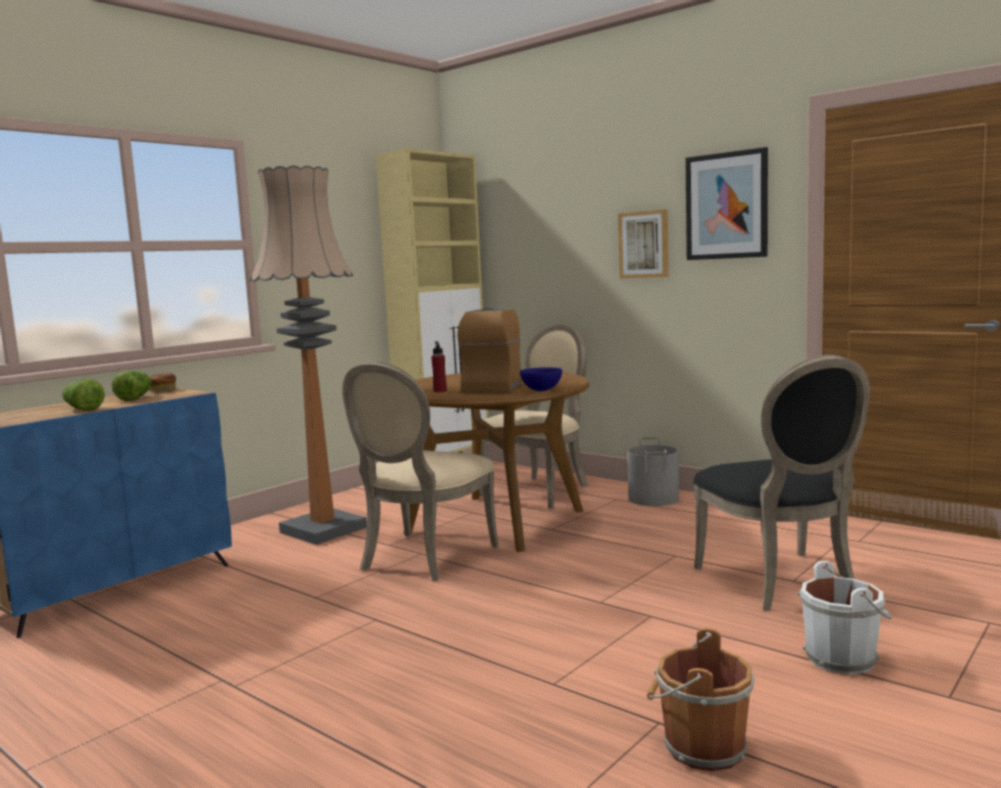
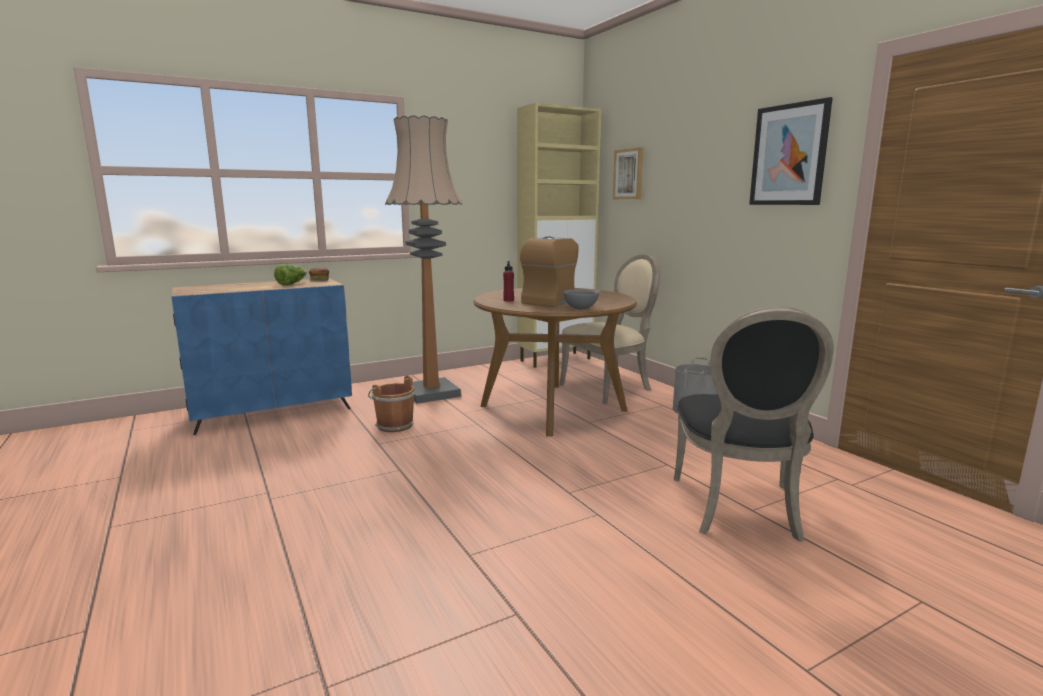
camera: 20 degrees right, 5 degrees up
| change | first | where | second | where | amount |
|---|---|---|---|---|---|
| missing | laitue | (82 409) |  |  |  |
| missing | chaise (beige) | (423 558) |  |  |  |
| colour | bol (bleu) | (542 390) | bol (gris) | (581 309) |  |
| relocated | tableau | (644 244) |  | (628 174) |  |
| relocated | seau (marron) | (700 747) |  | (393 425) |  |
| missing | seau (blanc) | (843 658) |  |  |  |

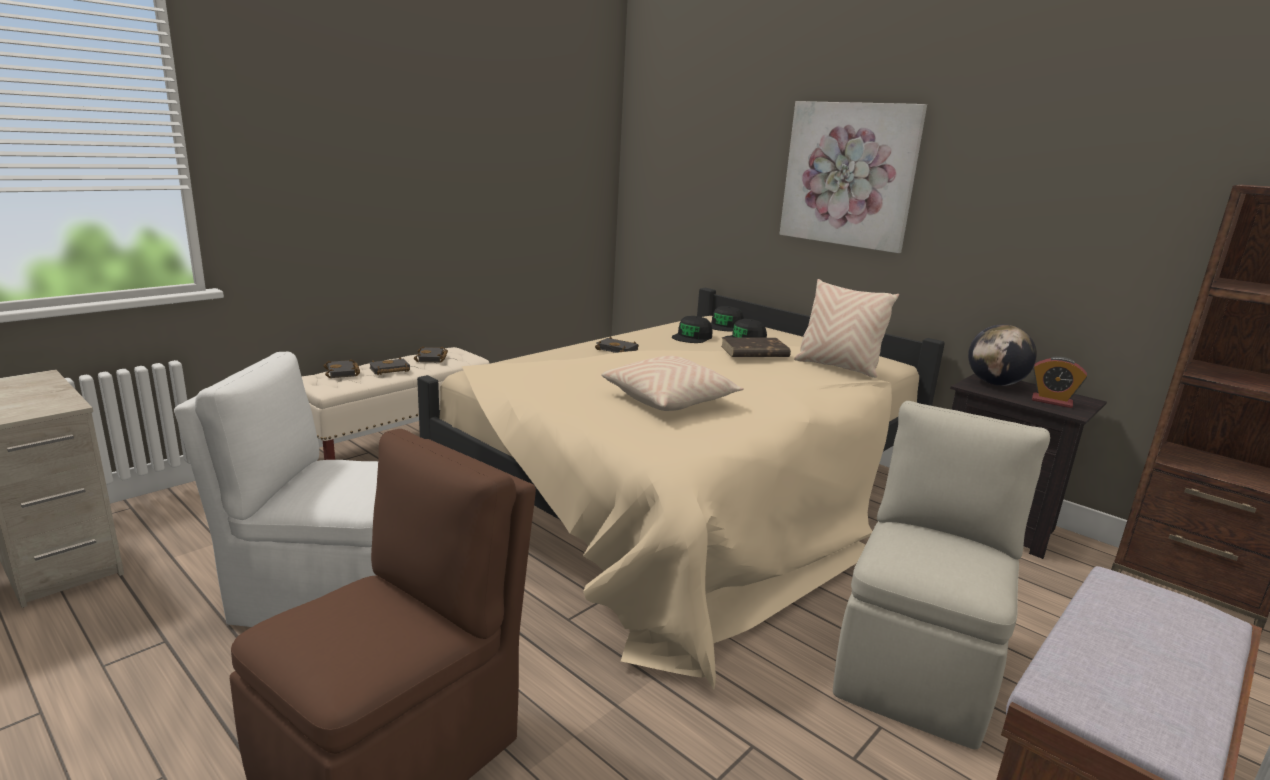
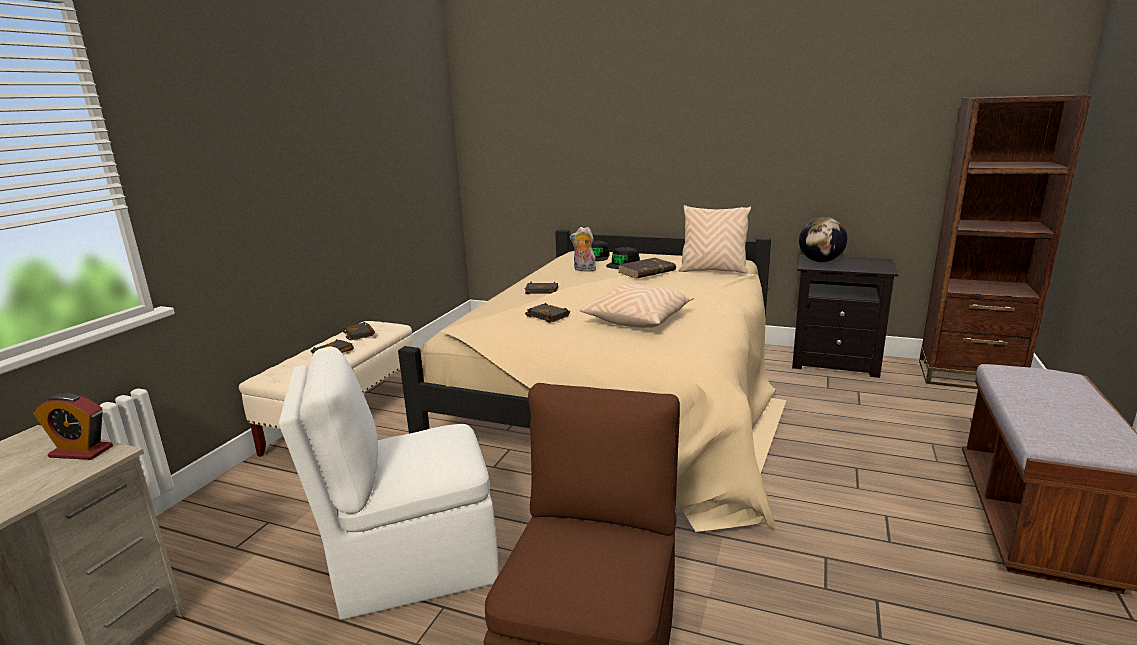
camera: 20 degrees left, 0 degrees up
| change | first | where | second | where | amount |
|---|---|---|---|---|---|
| relocated | livre (noir) | (343 372) |  | (549 316) |  |
| exchanged | casquette (noir) | (692 337) | peluche | (583 270) |  |
| missing | tableau | (848 175) |  |  |  |
| missing | chaise (beige) | (917 666) |  |  |  |
| relocated | réveil | (1051 401) |  | (81 452) |  |

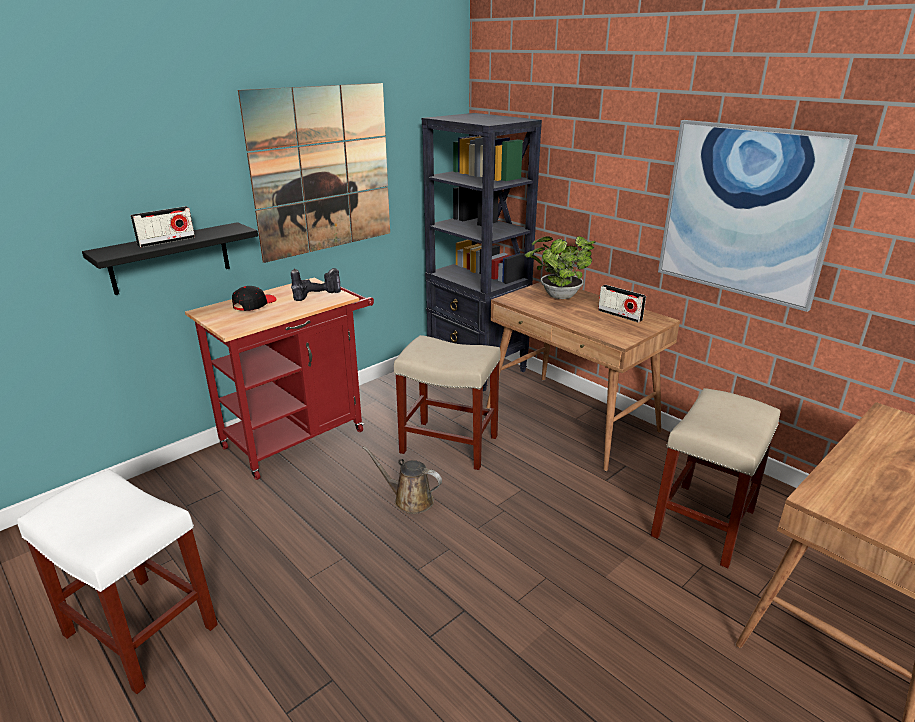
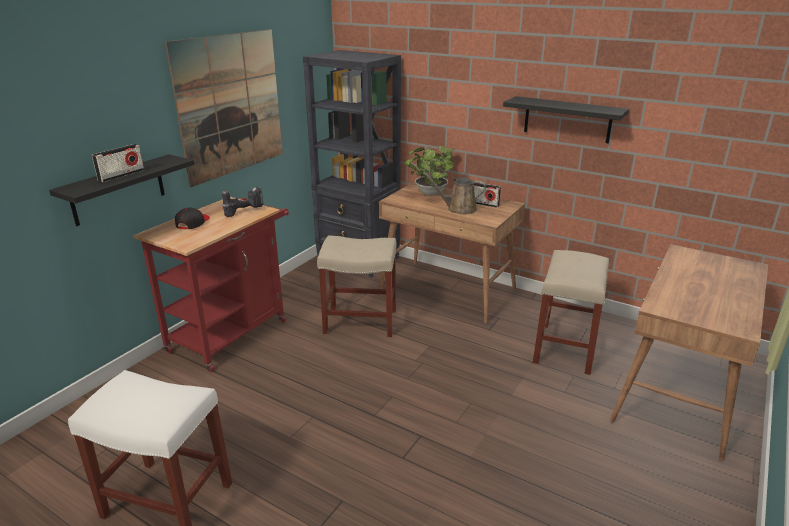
camera: 15 degrees left, 0 degrees up
| change | first | where | second | where | amount |
|---|---|---|---|---|---|
| relocated | arrosoir (marron) | (409 500) |  | (458 209) |  |
| exchanged | tableau | (745 212) | étagère (noir) | (567 119) |  |

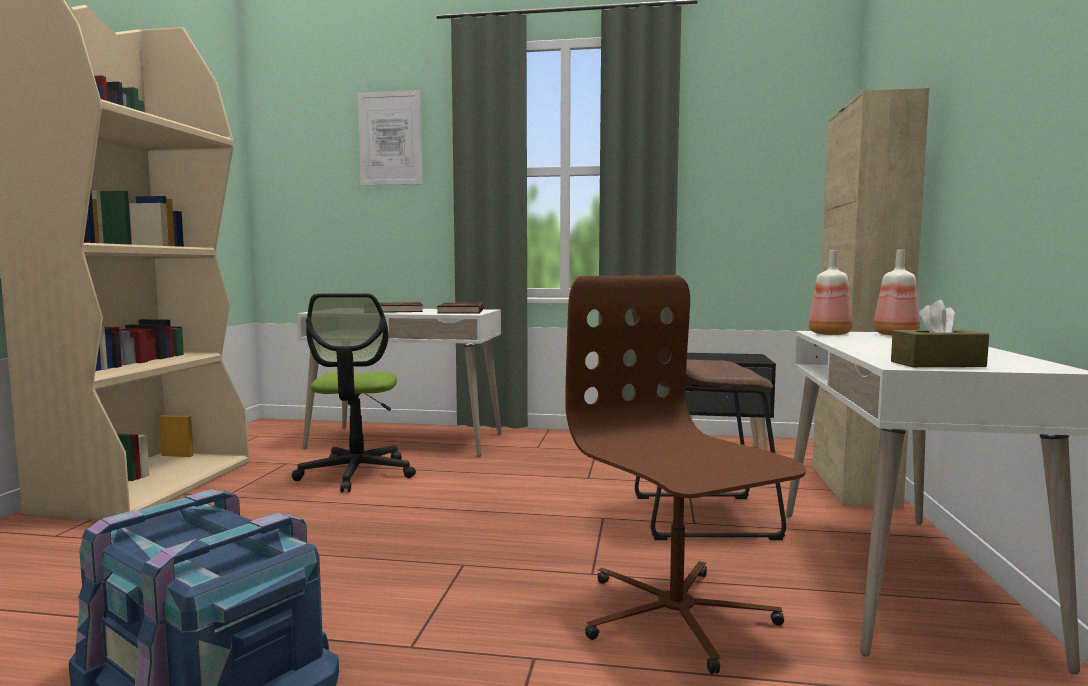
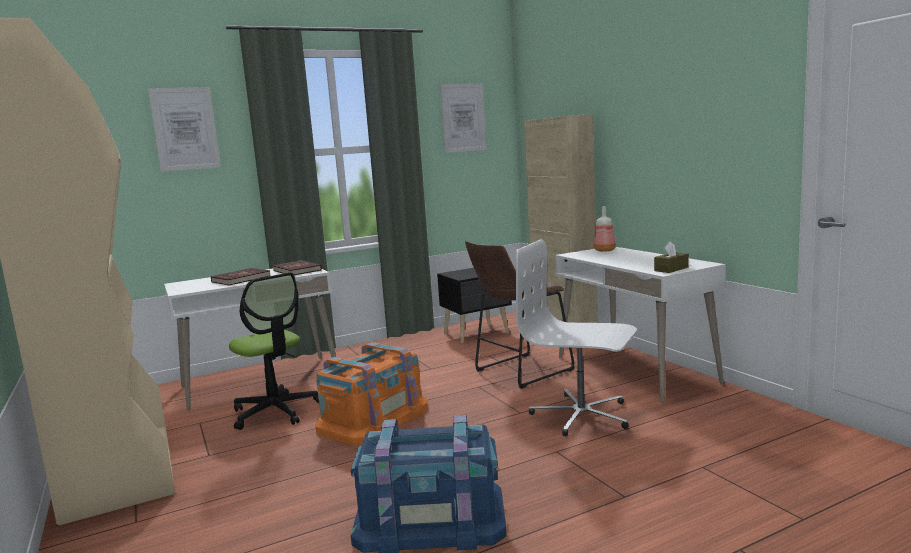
camera: 35 degrees left, 5 degrees up
| change | first | where | second | where | amount |
|---|---|---|---|---|---|
| colour | chaise de bureau (marron) | (675 616) | chaise de bureau (blanc) | (581 415) |  |
| missing | bouteille | (831 334) |  |  |  |
| appeared |  |  | boîte de rangement (orange) | (373 418) |  |
| appeared |  |  | tableau | (463 118) |  |

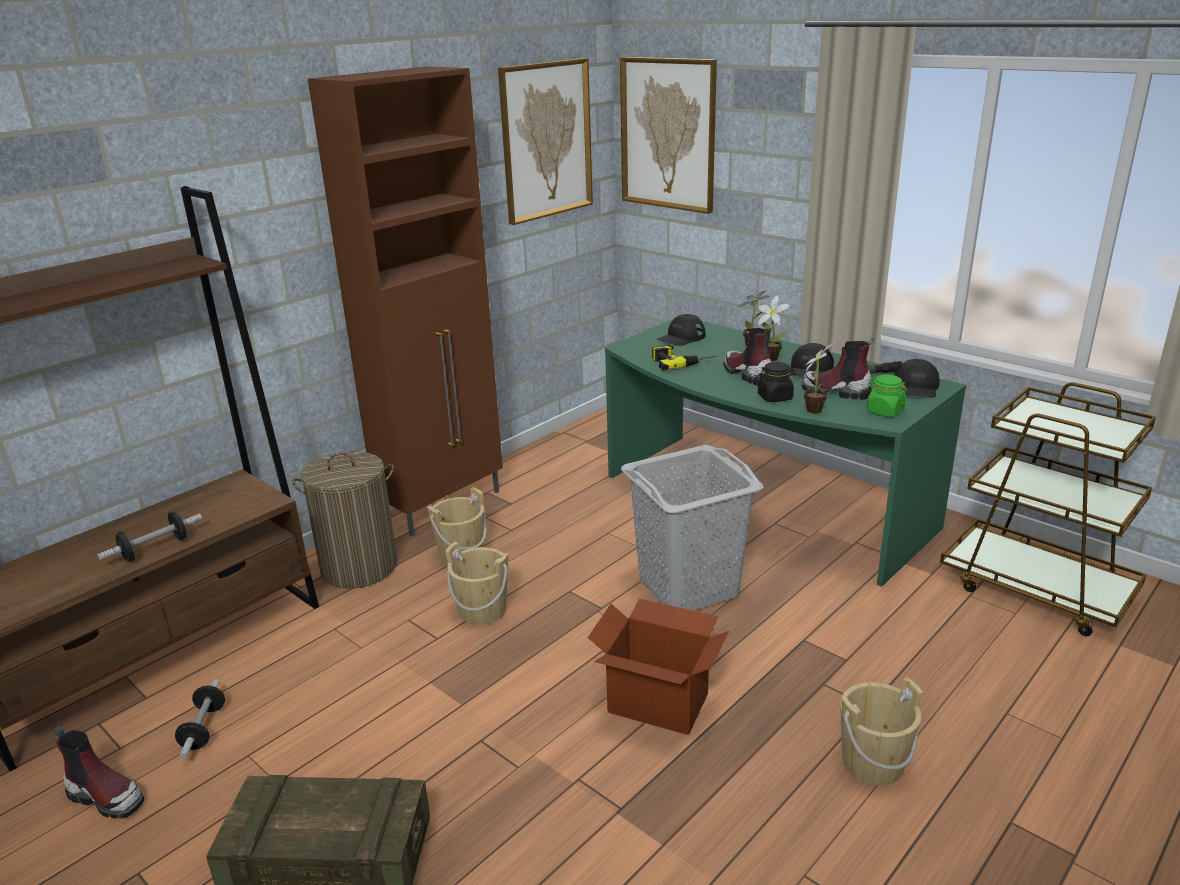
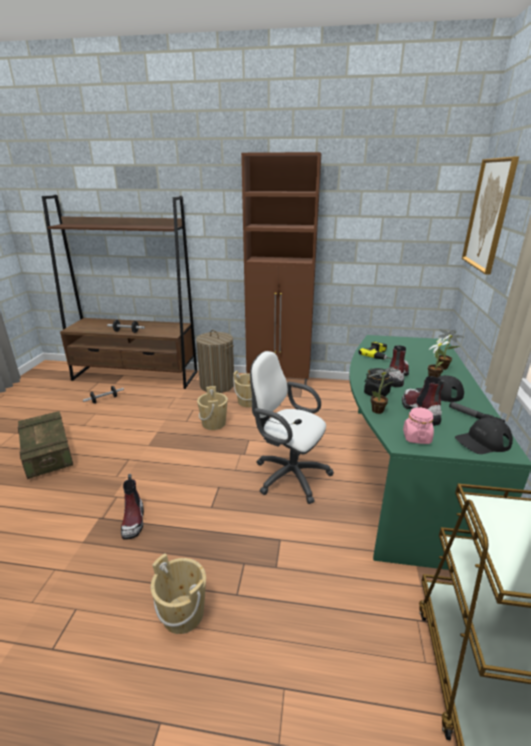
camera: 55 degrees right, 0 degrees up
| change | first | where | second | where | amount |
|---|---|---|---|---|---|
| relocated | botte | (107 797) |  | (133 521) |  |
| missing | tableau | (546 140) |  |  |  |
| missing | carton | (658 702) |  |  |  |
| exchanged | panier à linge (gris) | (687 587) | chaise de bureau (blanc) | (288 475) |  |
| missing | casquette (noir) | (681 337) |  |  |  |
| colour | bocal (vert) | (884 411) | bocal (rose) | (416 437) |  |

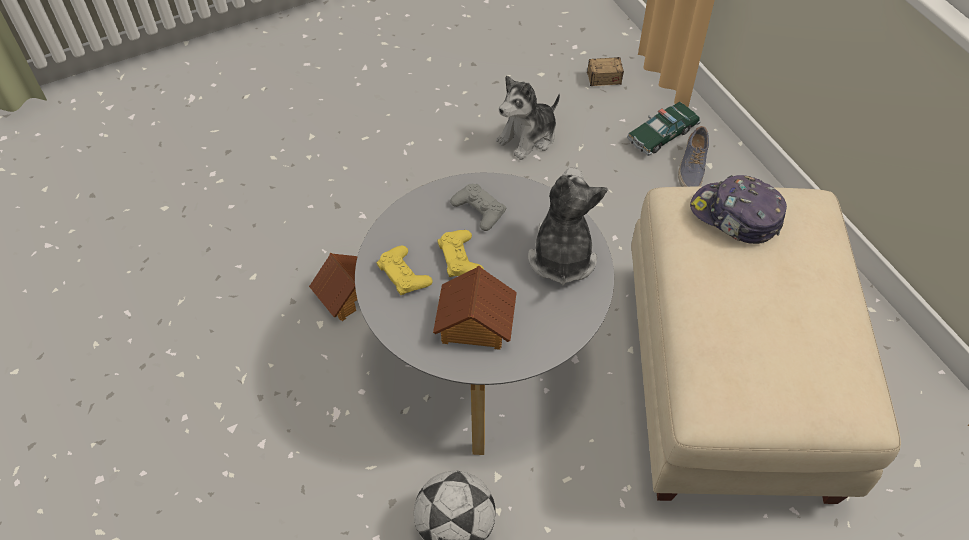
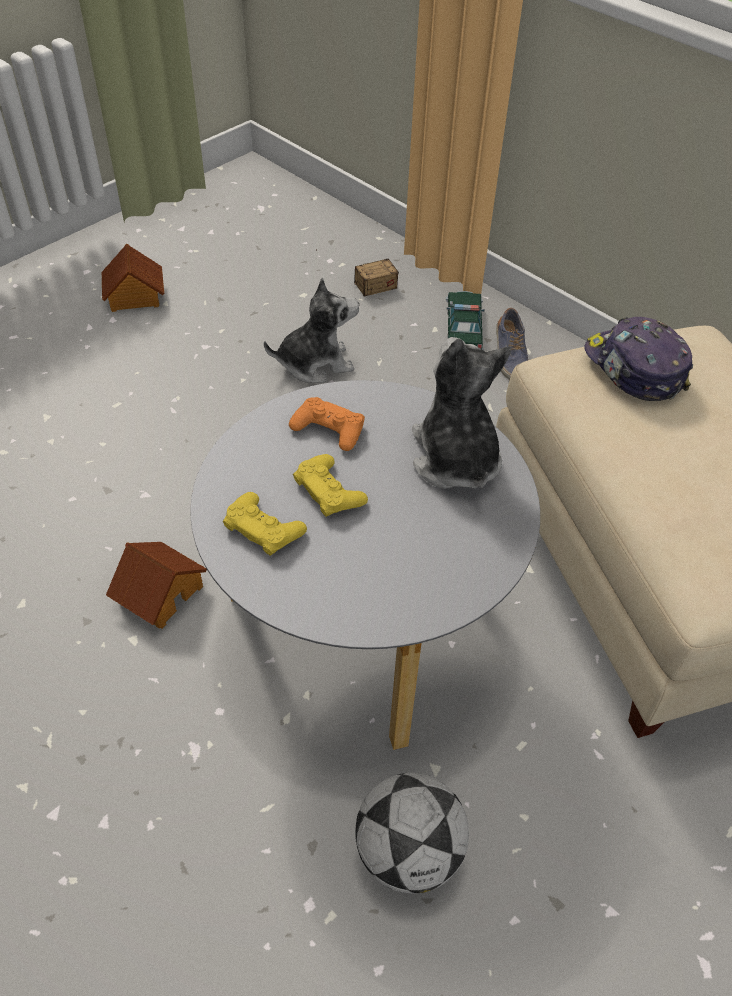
camera: 20 degrees left, 5 degrees down
| change | first | where | second | where | amount |
|---|---|---|---|---|---|
| relocated | maison miniature | (474 324) |  | (134 296) |  |
| colour | manette (gris) | (479 210) | manette (orange) | (328 429) |  |
| spun | peluche | (528 137) |  | (315 363) | 135 degrees counterclockwise |
| spun | petite voiture | (662 134) |  | (463 330) | 150 degrees clockwise |
| spun | casquette | (735 217) |  | (633 369) | 45 degrees clockwise |

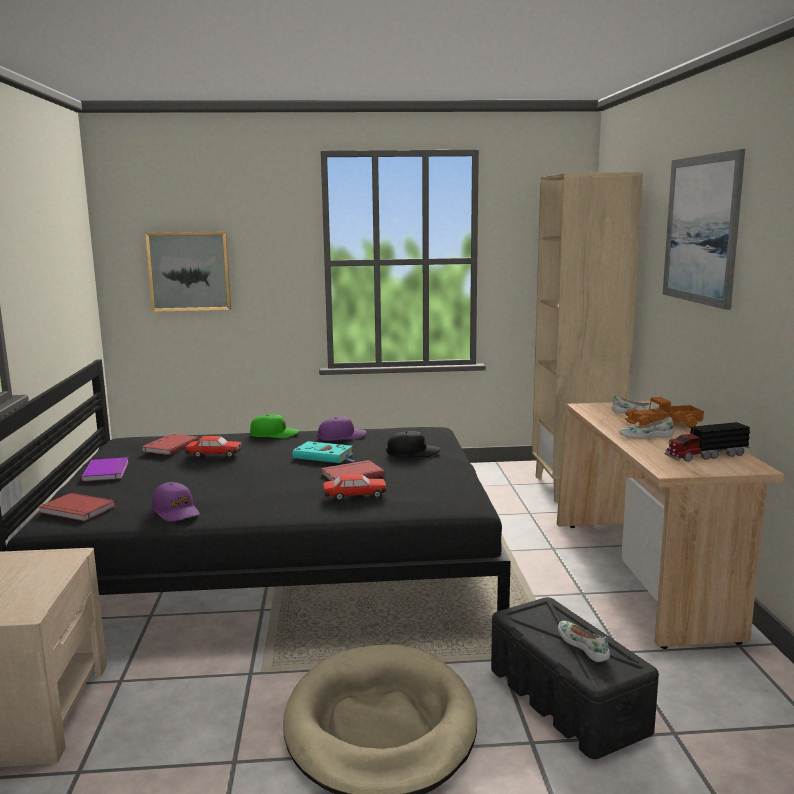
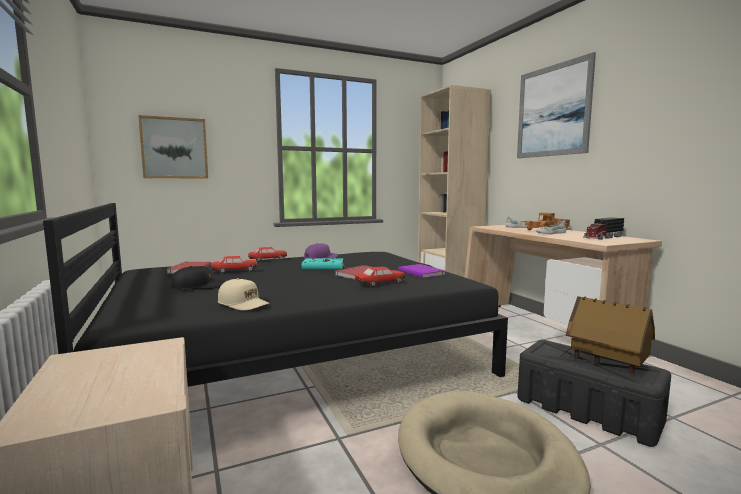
camera: 20 degrees left, 5 degrees down
| change | first | where | second | where | amount |
|---|---|---|---|---|---|
| missing | livre (rouge) | (76 510) |  |  |  |
| relocated | livre (violet) | (108 471) |  | (422 272) |  |
| colour | casquette (violet) | (176 511) | casquette (beige) | (243 304) |  |
| exchanged | casquette (vert) | (274 434) | petite voiture | (267 260) |  |
| relocated | casquette (noir) | (412 453) |  | (198 286) |  |
| exchanged | chaussure (blanc) | (583 645) | maison miniature | (606 363) |  |

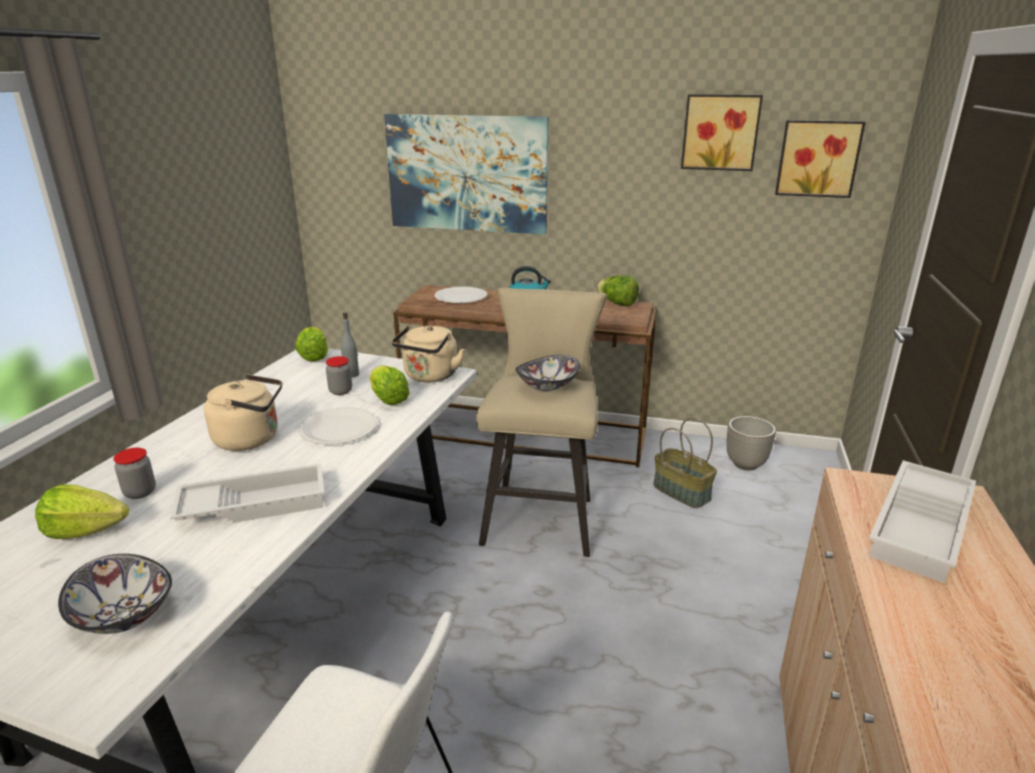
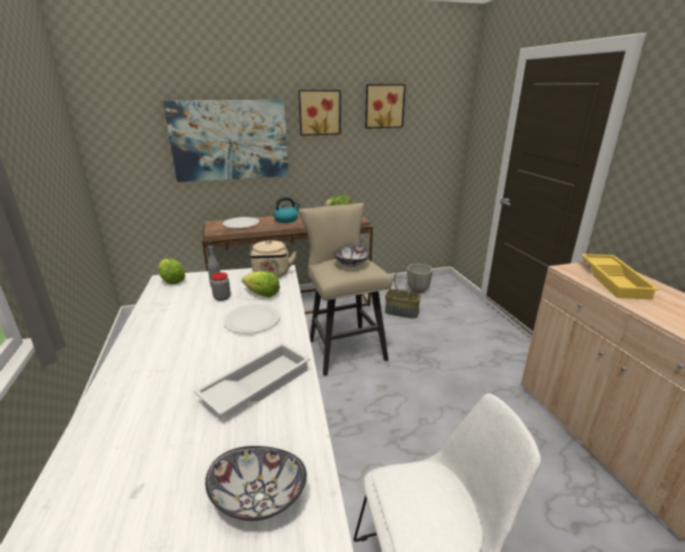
camera: 30 degrees left, 0 degrees up
| change | first | where | second | where | amount |
|---|---|---|---|---|---|
| missing | laitue | (85 531) |  |  |  |
| missing | bocal | (140 492) |  |  |  |
| missing | bouilloire (beige) | (251 439) |  |  |  |
| relocated | tableau | (818 158) |  | (319 112) |  |
| colour | plateau (blanc) | (923 528) | plateau (jaune) | (615 280) |  |

